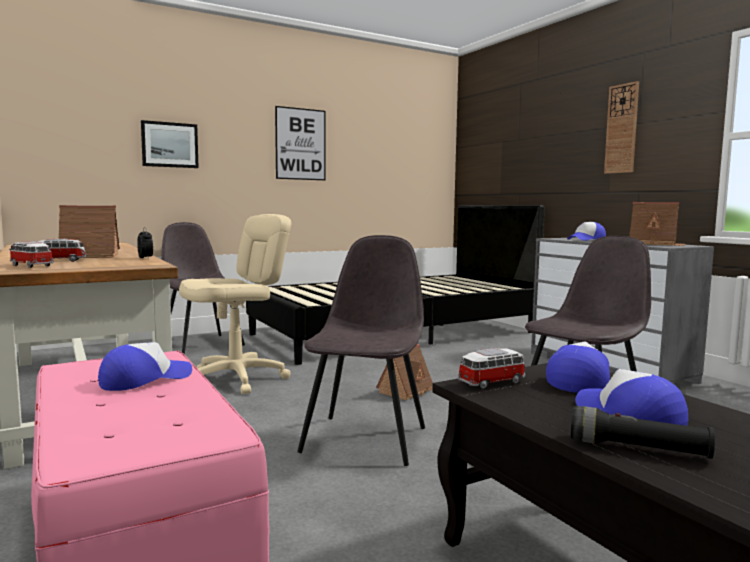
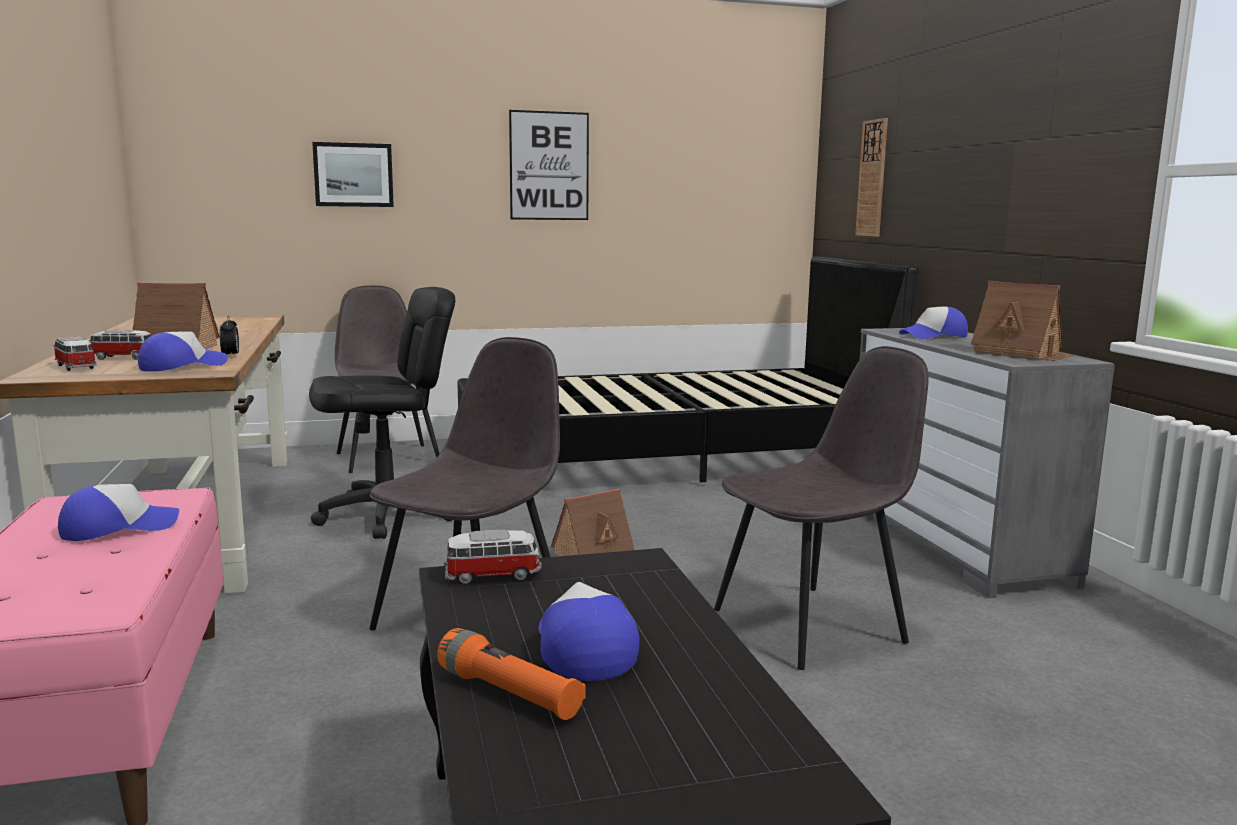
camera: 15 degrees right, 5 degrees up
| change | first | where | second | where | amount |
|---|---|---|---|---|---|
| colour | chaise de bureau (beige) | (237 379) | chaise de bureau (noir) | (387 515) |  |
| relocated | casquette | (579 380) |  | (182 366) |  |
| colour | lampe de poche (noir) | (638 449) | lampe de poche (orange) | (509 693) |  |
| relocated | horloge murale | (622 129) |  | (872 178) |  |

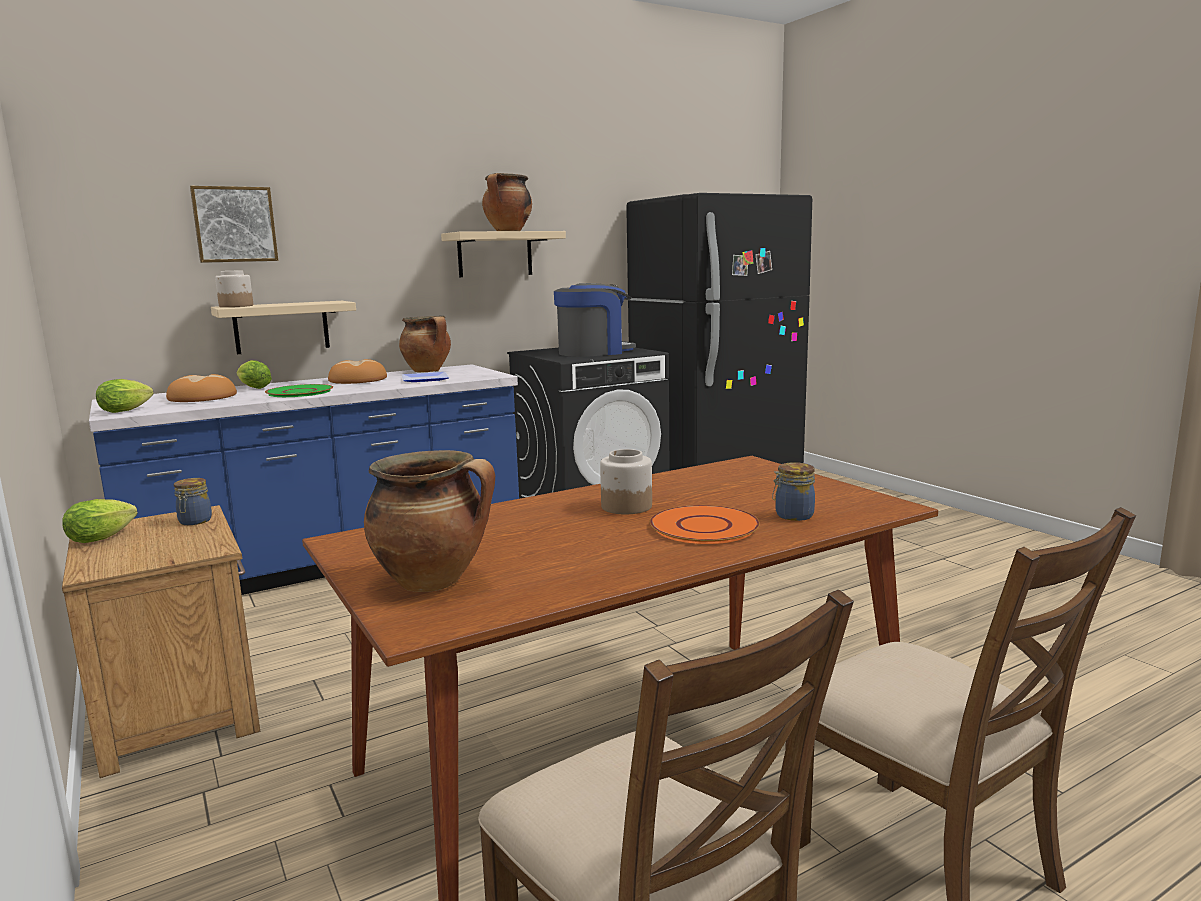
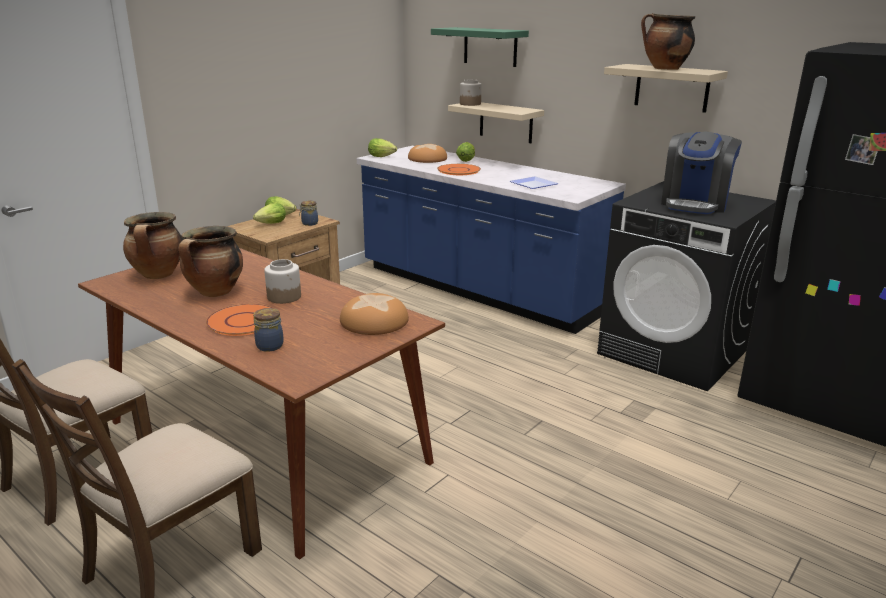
camera: 70 degrees right, 10 degrees up
| change | first | where | second | where | amount |
|---|---|---|---|---|---|
| exchanged | tableau | (234 224) | étagère (vert) | (490 47) |  |
| colour | assiette (vert) | (300 392) | assiette (orange) | (458 170) |  |
| relocated | pain | (358 380) |  | (375 321) |  |
| relocated | marmite | (428 371) |  | (215 293) |  |
| spun | machine à café | (594 352) |  | (695 204) | 75 degrees clockwise |
| appeared |  |  | laitue | (270 224) |  |

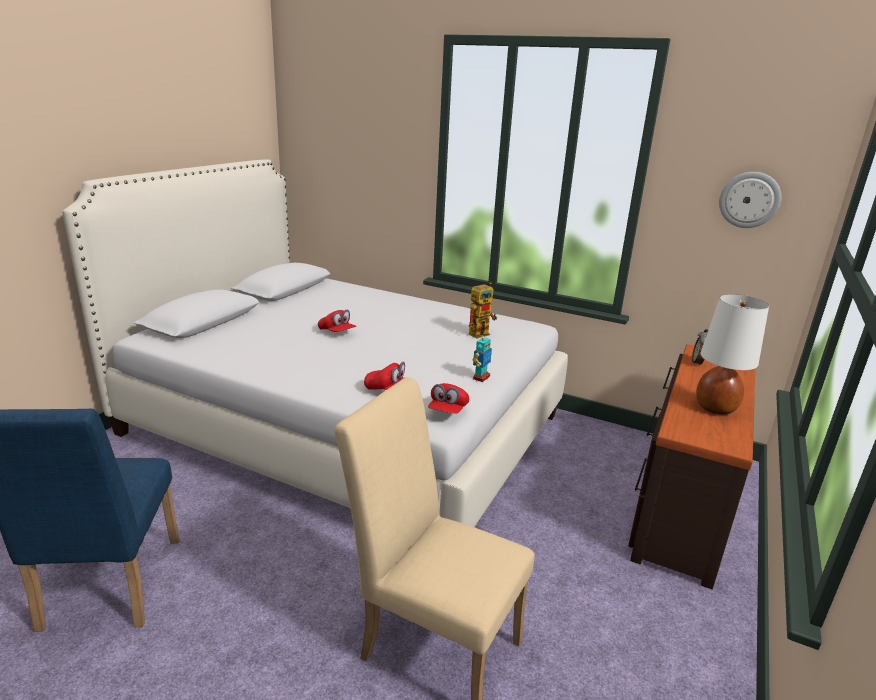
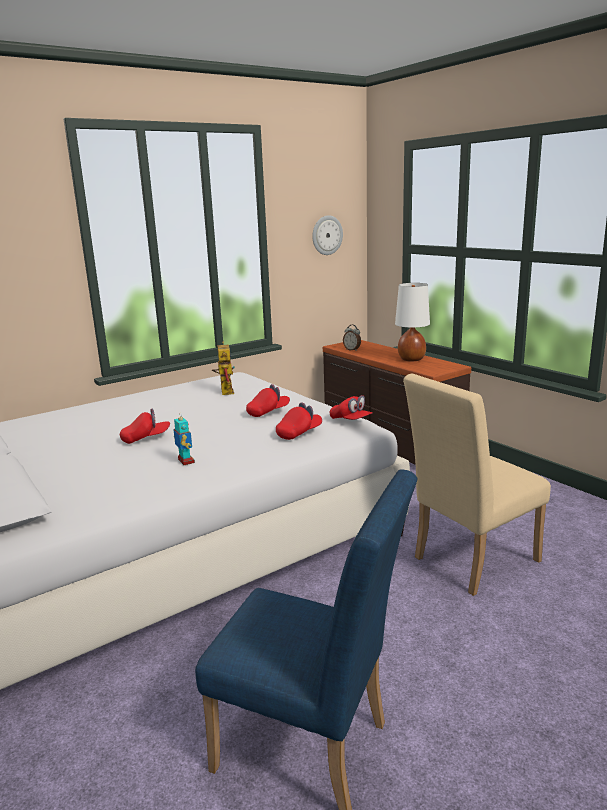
camera: 60 degrees left, 5 degrees down
| change | first | where | second | where | amount |
|---|---|---|---|---|---|
| relocated | robot jouet | (481 377) |  | (185 461) |  |
| appeared |  |  | casquette (rouge) | (268 412) |  |

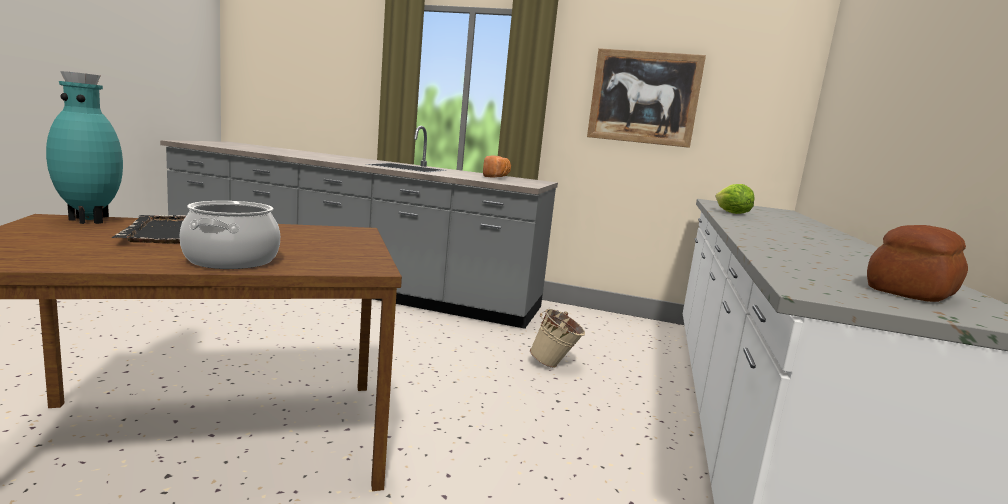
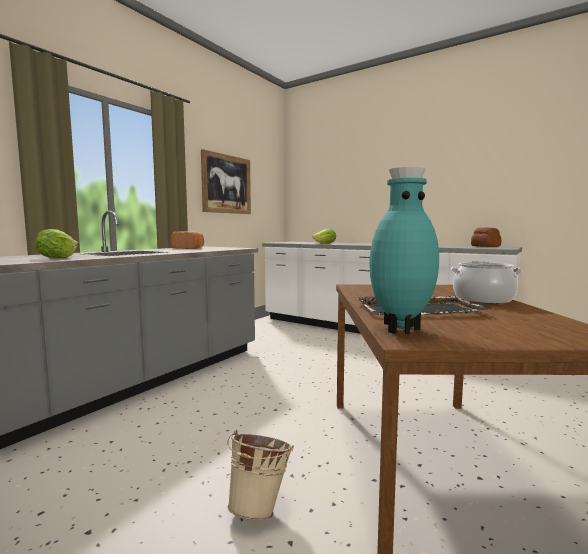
camera: 70 degrees left, 5 degrees down
| change | first | where | second | where | amount |
|---|---|---|---|---|---|
| relocated | seau (beige) | (554 365) |  | (260 506) |  |
| appeared |  |  | laitue | (57 258) |  |

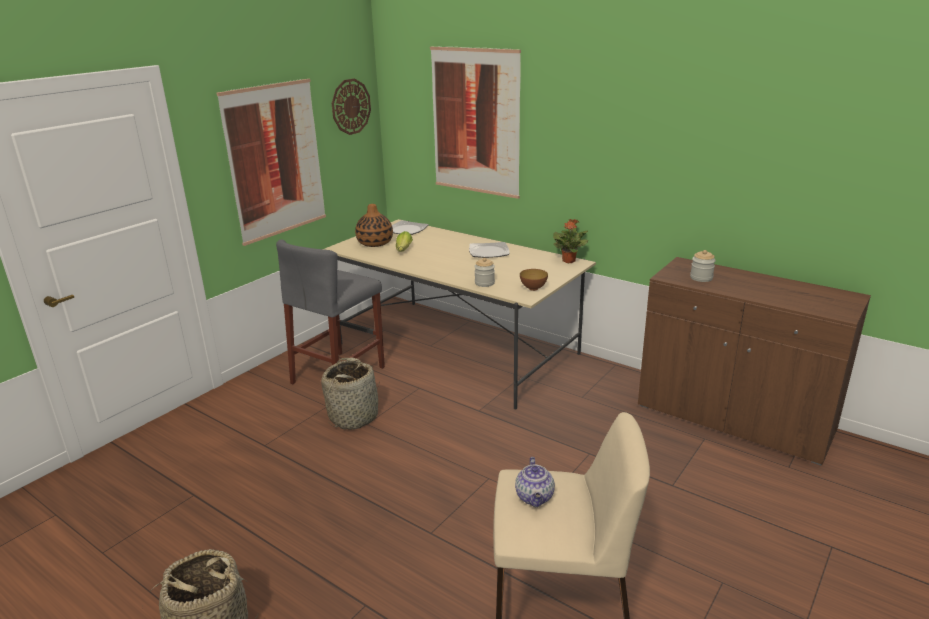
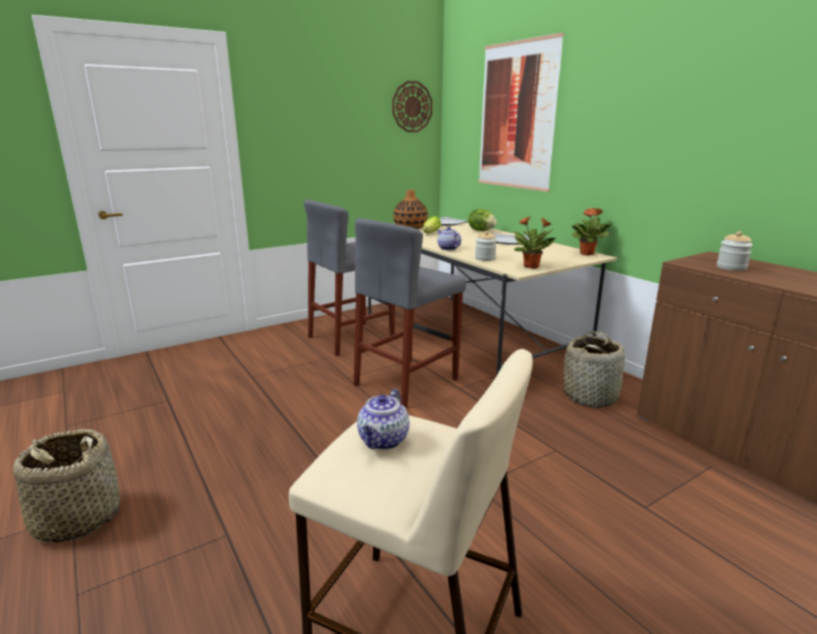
camera: 20 degrees right, 5 degrees down
| change | first | where | second | where | amount |
|---|---|---|---|---|---|
| missing | tableau | (275 160) |  |  |  |
| relocated | panier | (354 416) |  | (590 396) |  |
| exchanged | bol | (533 288) | plante en pot | (532 267) |  |
| appeared |  |  | tabouret (gris) | (406 382) |  |
| appeared |  |  | théière | (447 248) |  |
| appeared |  |  | laitue | (481 231) |  |

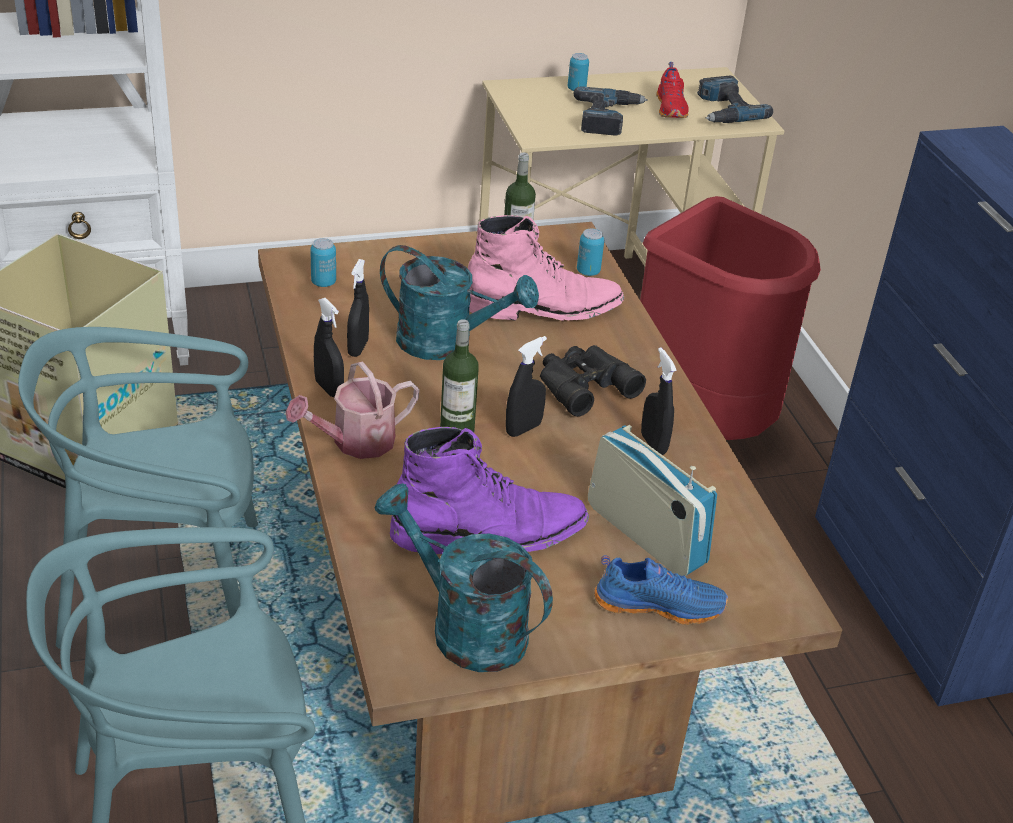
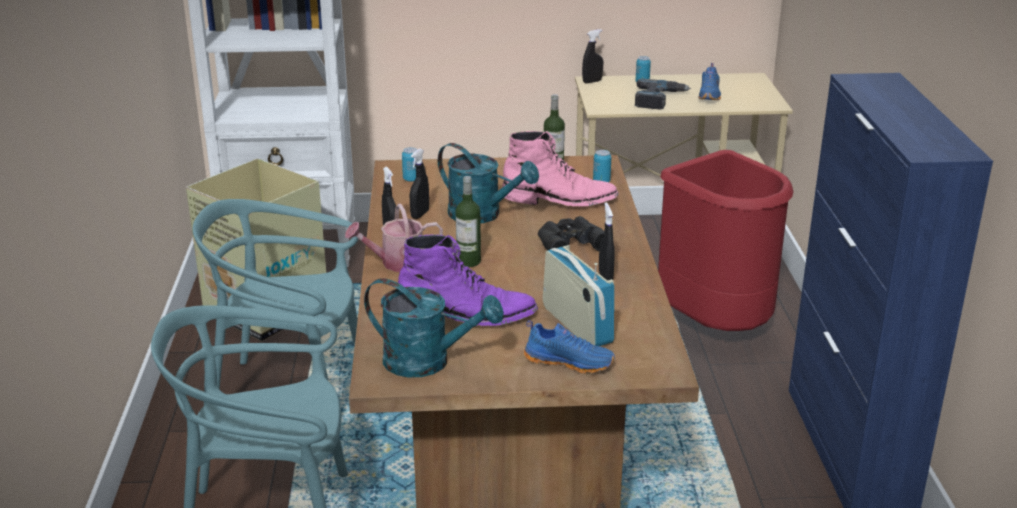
camera: 15 degrees right, 10 degrees down
| change | first | where | second | where | amount |
|---|---|---|---|---|---|
| spun | arrosoir (turquoise) | (464 627) |  | (428 362) | 150 degrees clockwise |
| relocated | vaporisateur (noir) | (523 429) |  | (592 81) |  |
| colour | chaussure (rouge) | (672 108) | chaussure (bleu) | (710 95) |  |
| missing | perceuse | (724 110) |  |  |  |

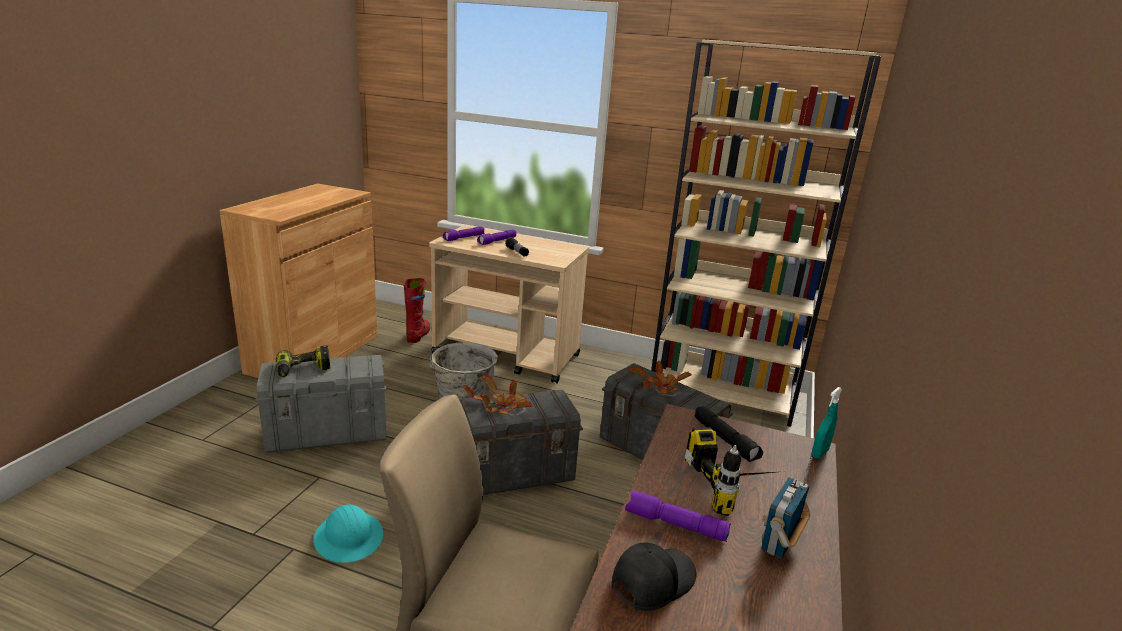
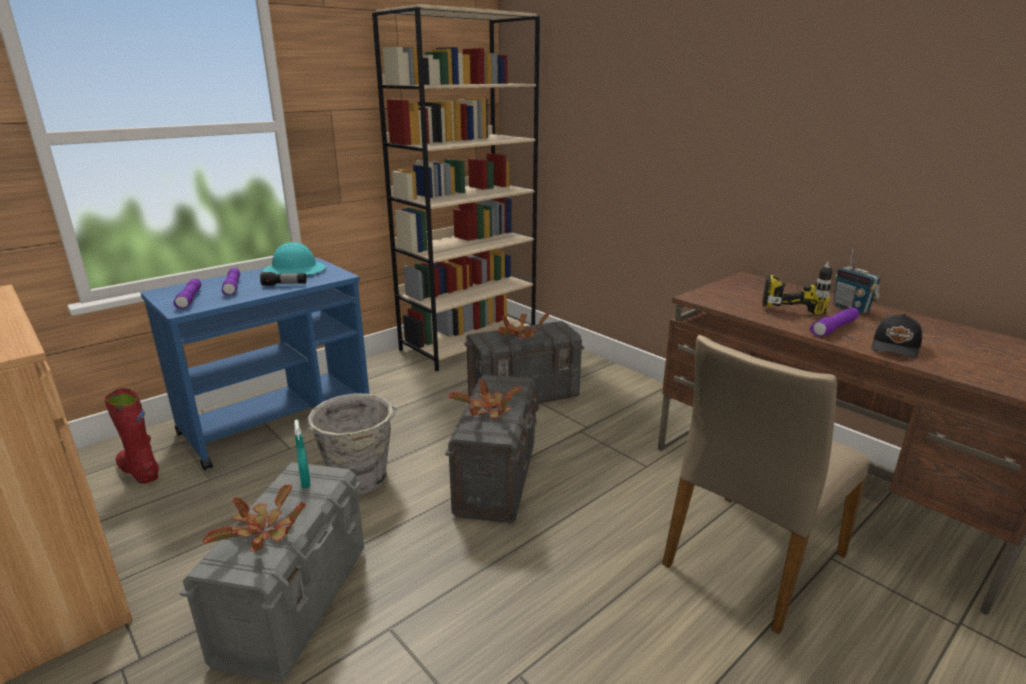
camera: 60 degrees left, 0 degrees up
| change | first | where | second | where | amount |
|---|---|---|---|---|---|
| exchanged | perceuse | (303 370) | plante en pot | (262 533) |  |
| relocated | casque de chantier (turquoise) | (349 538) |  | (295 271) |  |
| colour | chariot (beige) | (507 355) | chariot (bleu) | (278 421) |  |
| spun | casquette (noir) | (651 581) |  | (896 347) | 135 degrees counterclockwise |
| missing | lampe de poche (noir) | (726 440) |  |  |  |
| relocated | vaporisateur (turquoise) | (819 453) |  | (305 482) |  |

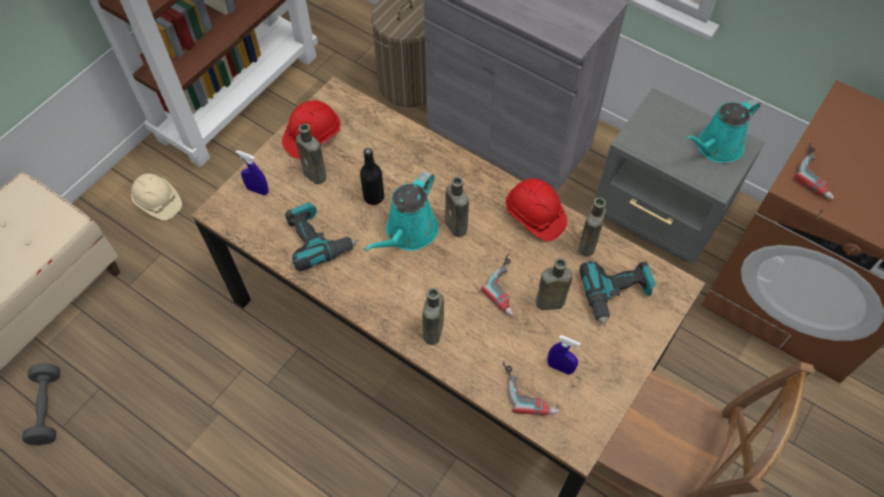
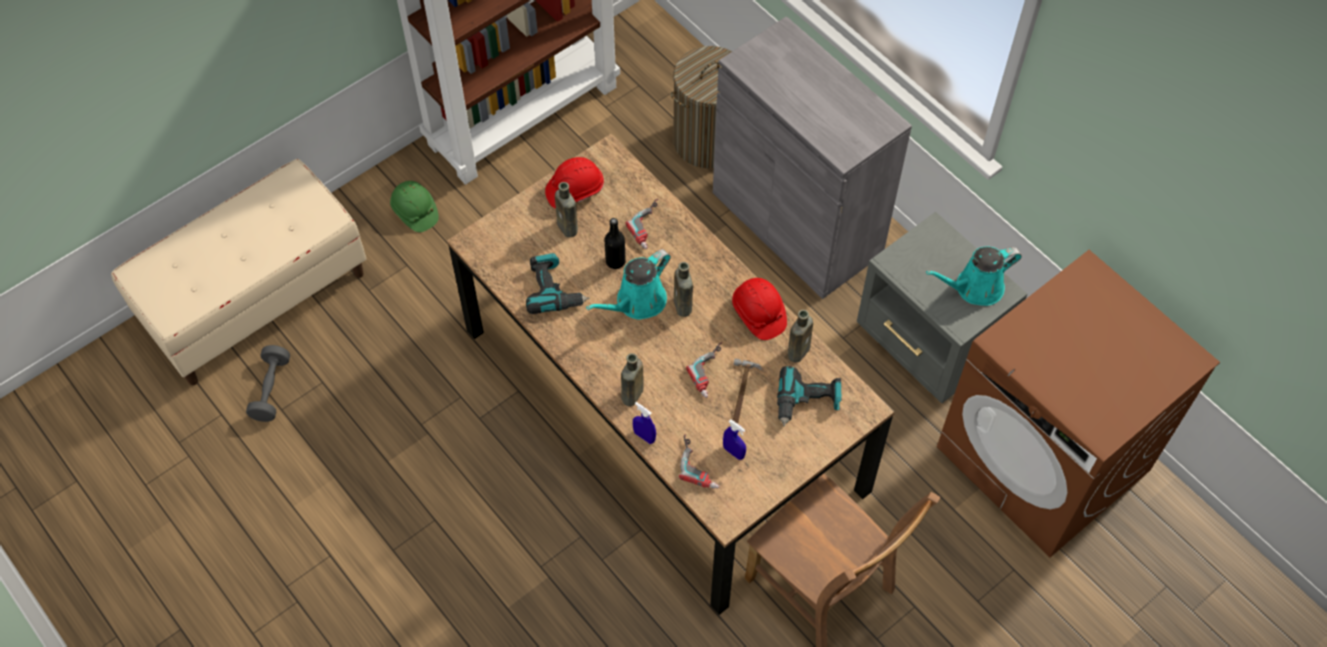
camera: 15 degrees right, 0 degrees up
| change | first | where | second | where | amount |
|---|---|---|---|---|---|
| colour | casque de chantier (beige) | (158 202) | casque de chantier (vert) | (415 212) |  |
| relocated | vaporisateur (bleu) | (258 190) |  | (644 436) |  |
| exchanged | bouteille (marron) | (547 302) | marteau | (742 394) |  |
| relocated | perceuse | (819 174) |  | (650 226) |  |

